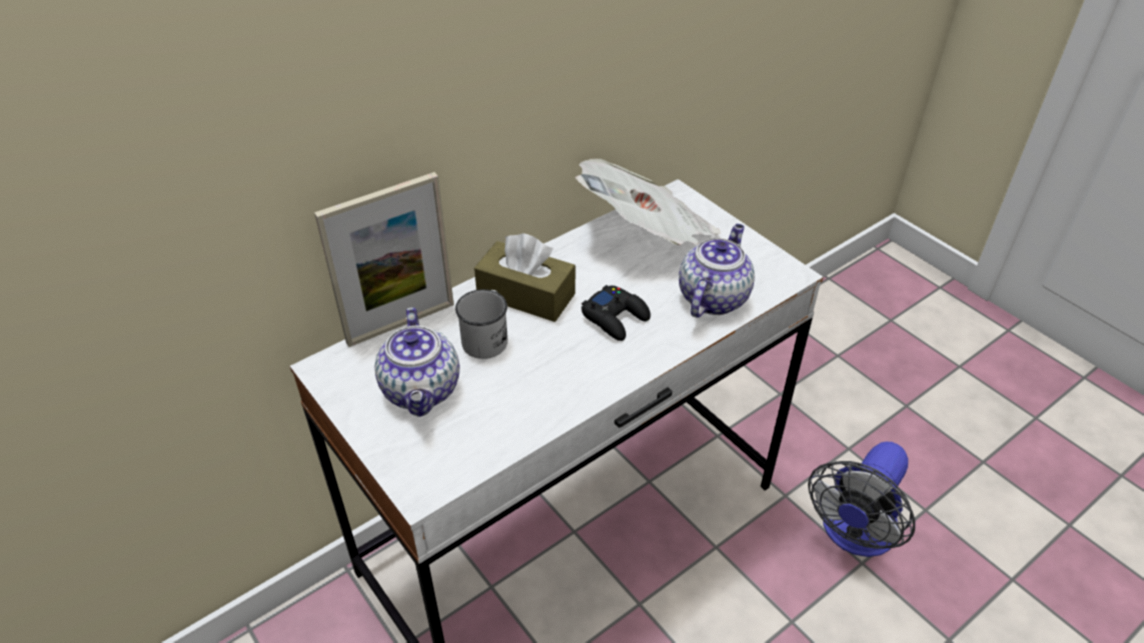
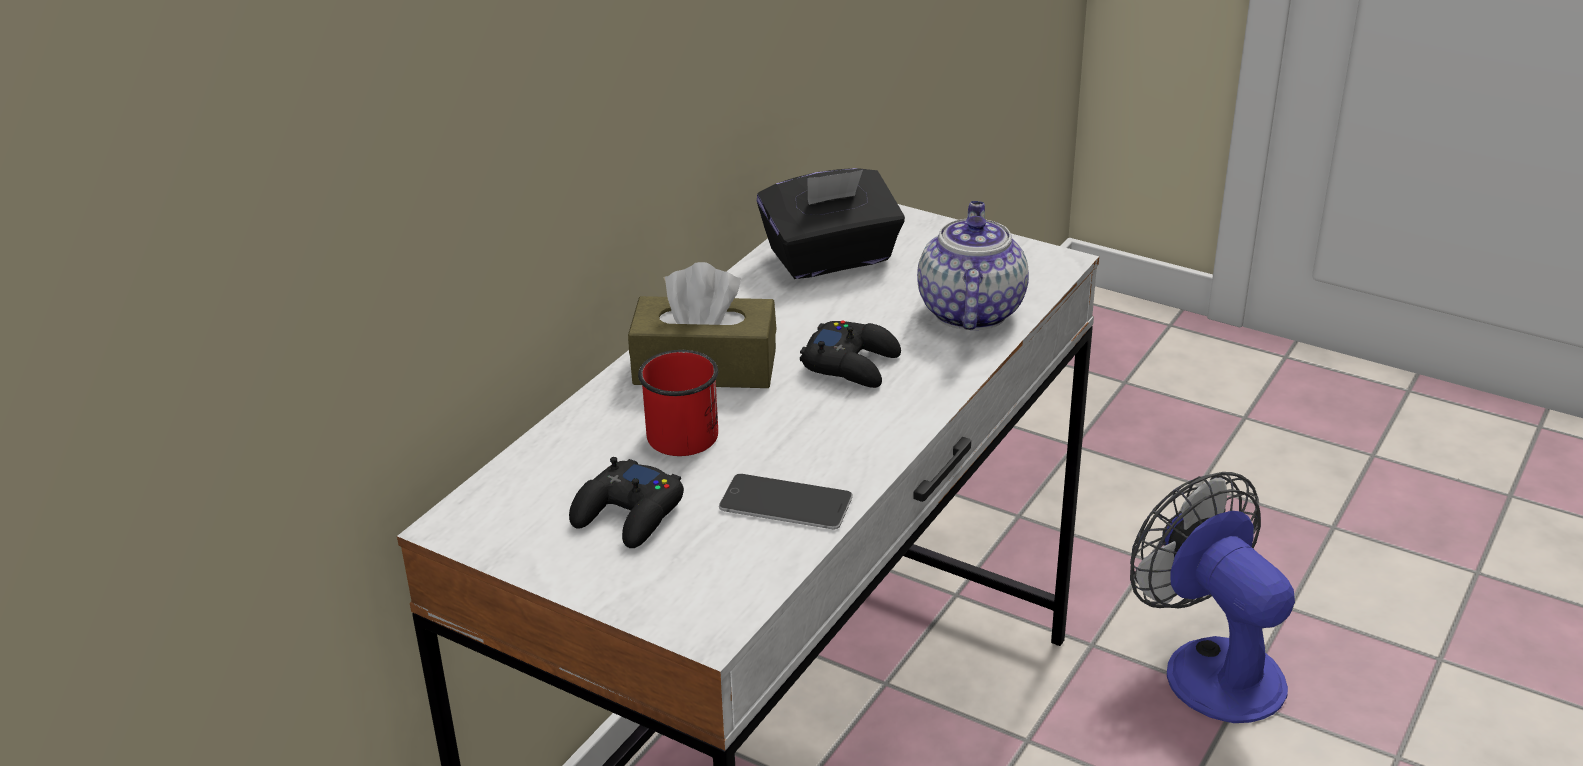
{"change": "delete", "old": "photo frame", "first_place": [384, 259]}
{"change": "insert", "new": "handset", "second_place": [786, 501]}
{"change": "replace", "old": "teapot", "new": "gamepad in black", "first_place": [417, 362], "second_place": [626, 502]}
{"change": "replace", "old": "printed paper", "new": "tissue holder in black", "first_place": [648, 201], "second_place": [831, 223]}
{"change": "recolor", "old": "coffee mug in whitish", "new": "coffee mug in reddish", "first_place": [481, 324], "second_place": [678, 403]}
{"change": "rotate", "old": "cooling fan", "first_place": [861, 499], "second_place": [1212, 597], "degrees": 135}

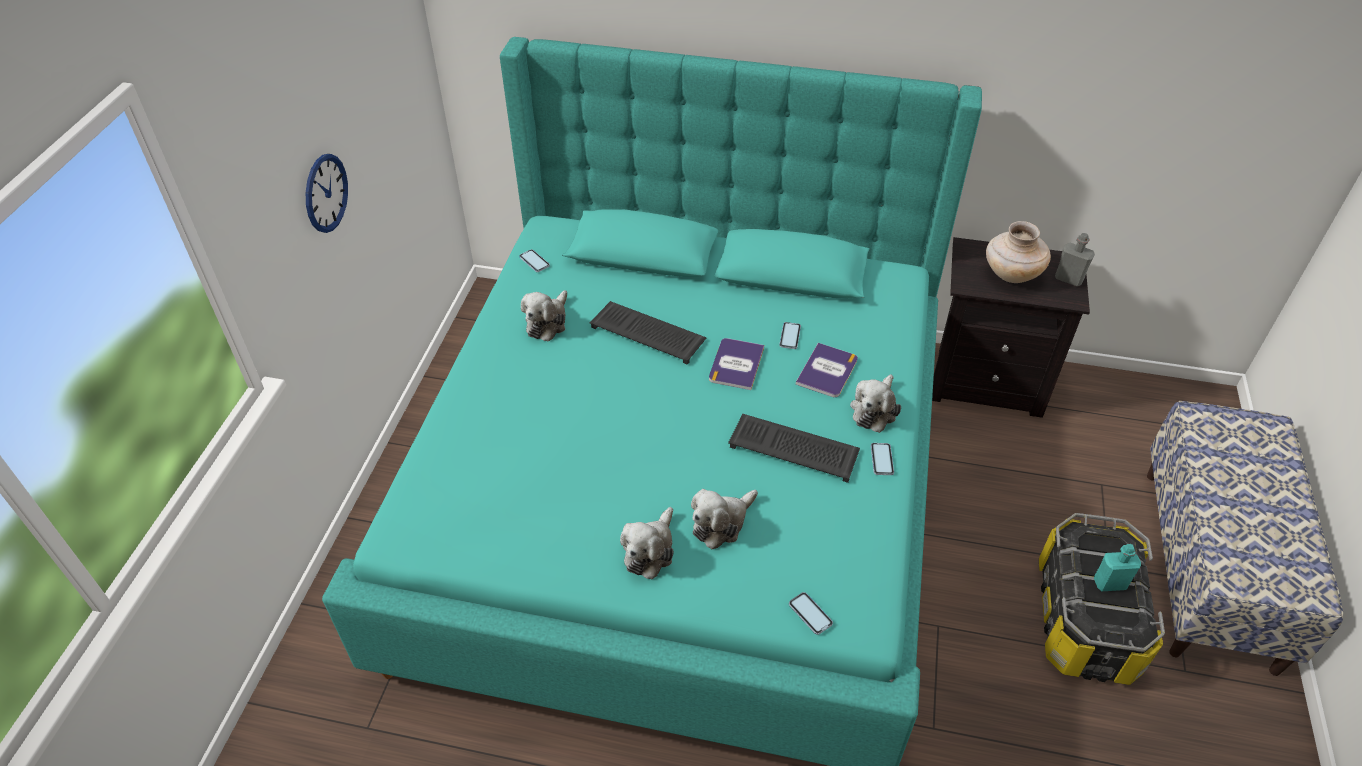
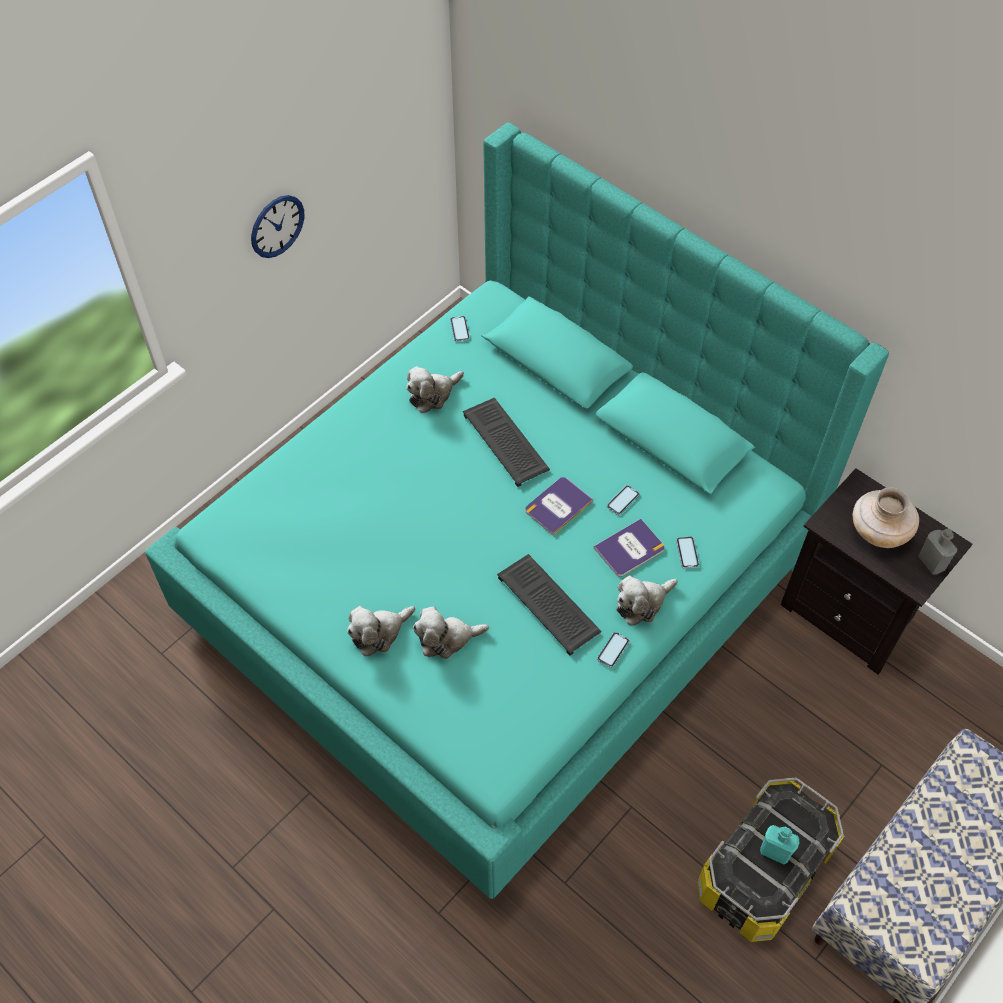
{"change": "move", "old": "handset", "first_place": [811, 613], "second_place": [687, 552]}

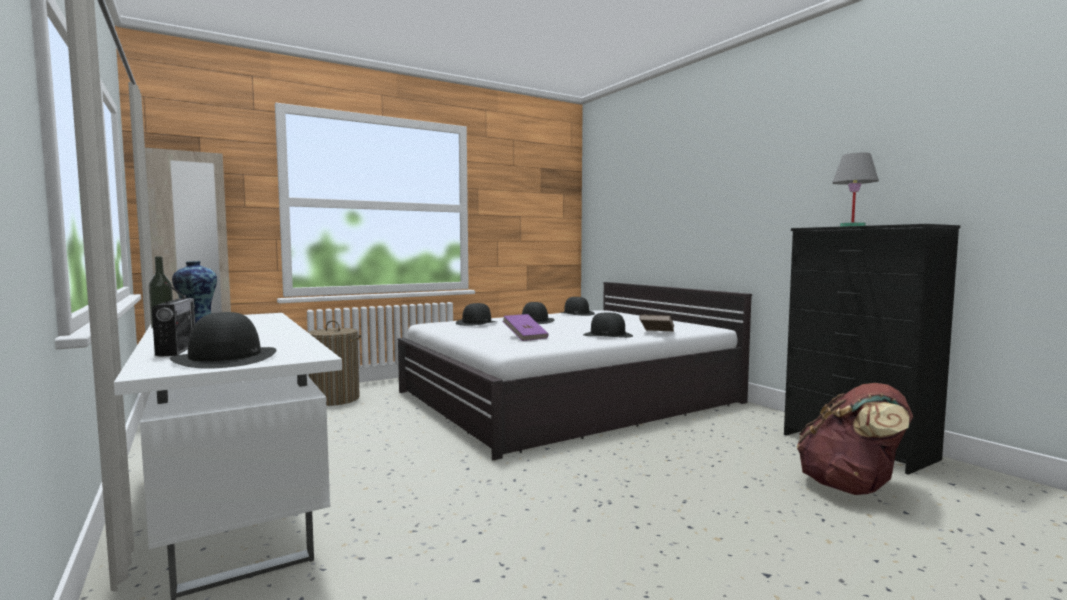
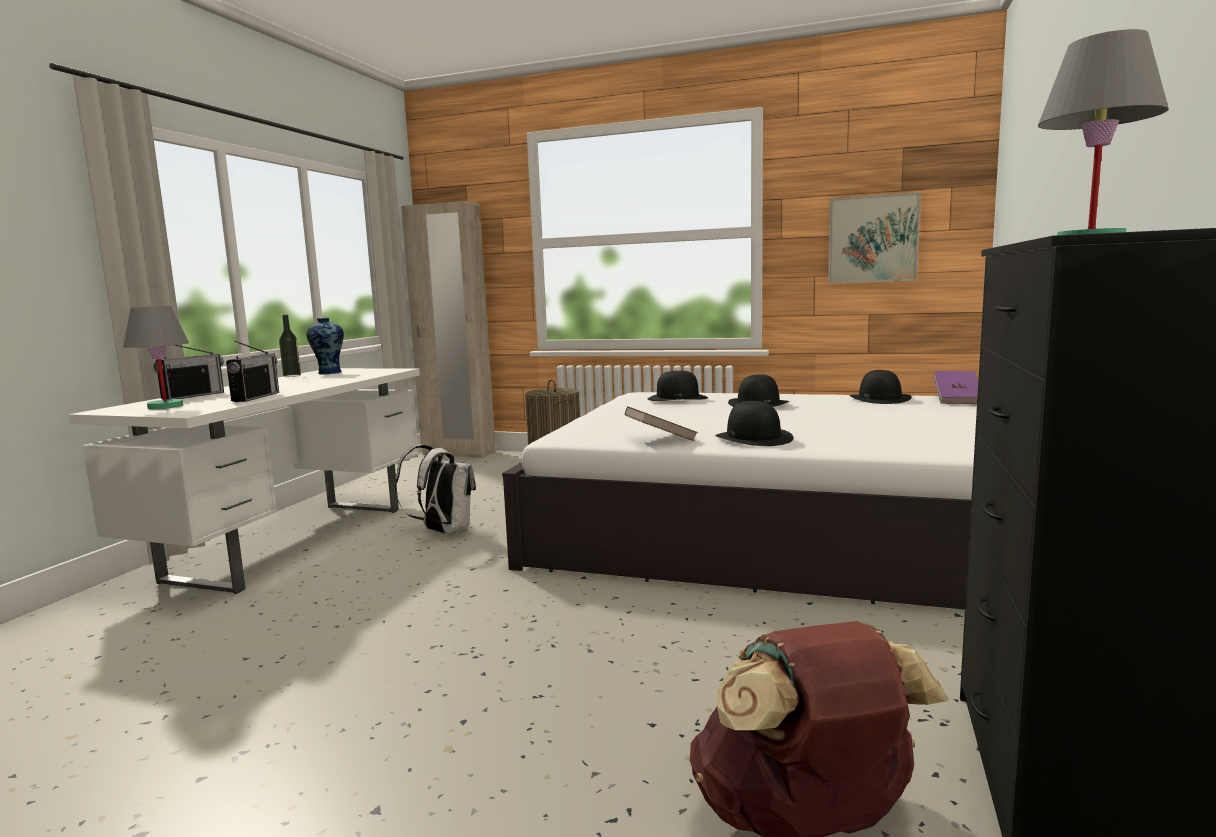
{"change": "insert", "new": "radio receiver", "second_place": [252, 371]}
{"change": "insert", "new": "rucksack in whitish", "second_place": [435, 489]}
{"change": "insert", "new": "picture", "second_place": [874, 237]}
{"change": "move", "old": "book in purple-coloured", "first_place": [525, 327], "second_place": [955, 387]}
{"change": "move", "old": "book in brownish", "first_place": [656, 323], "second_place": [661, 424]}
{"change": "replace", "old": "clothing hat in black", "new": "table lamp in gray", "first_place": [223, 340], "second_place": [156, 357]}

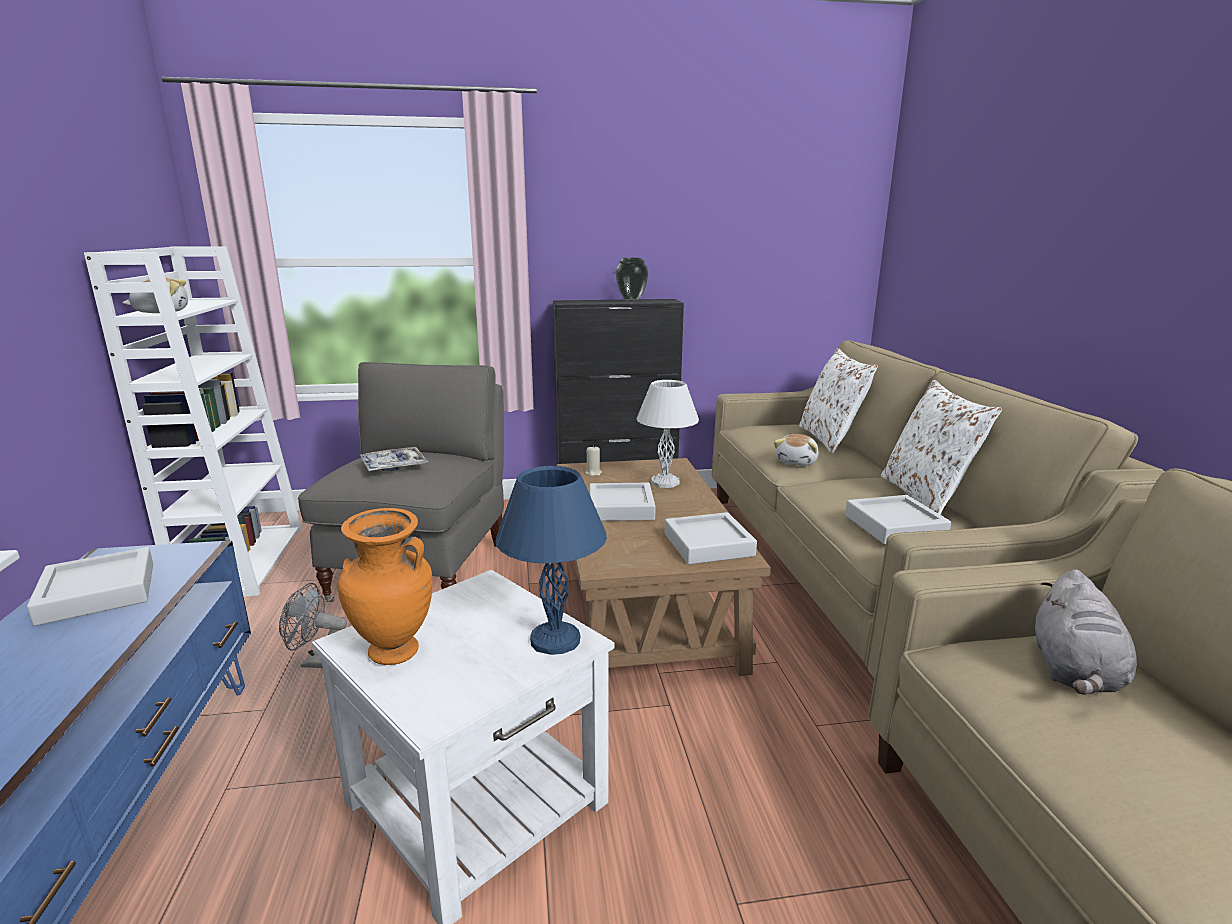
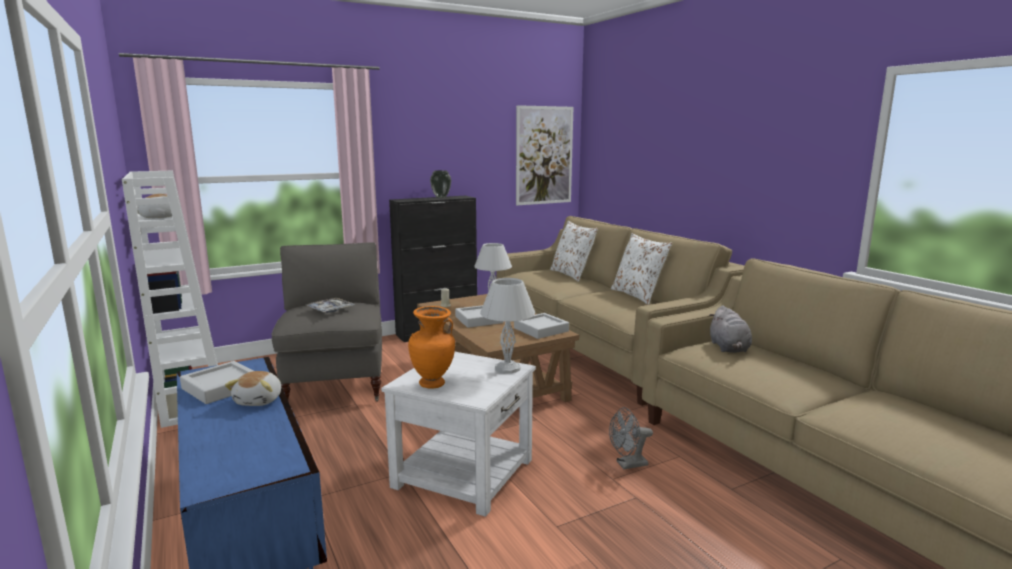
{"change": "delete", "old": "carrying tray in gray", "first_place": [898, 519]}
{"change": "insert", "new": "picture", "second_place": [544, 155]}
{"change": "move", "old": "cooling fan in gray", "first_place": [313, 625], "second_place": [631, 438]}
{"change": "move", "old": "plush toy", "first_place": [796, 450], "second_place": [253, 388]}
{"change": "recolor", "old": "table lamp in blue-coloured", "new": "table lamp in whitish", "first_place": [551, 560], "second_place": [507, 326]}

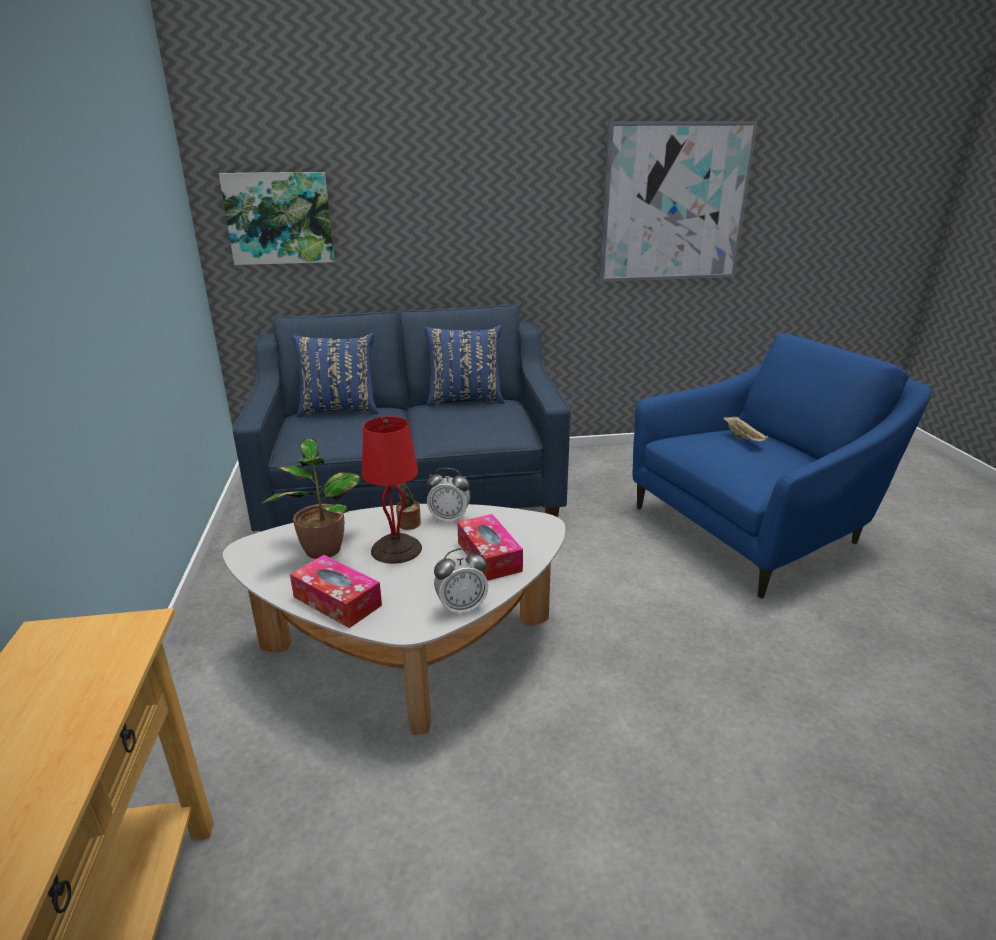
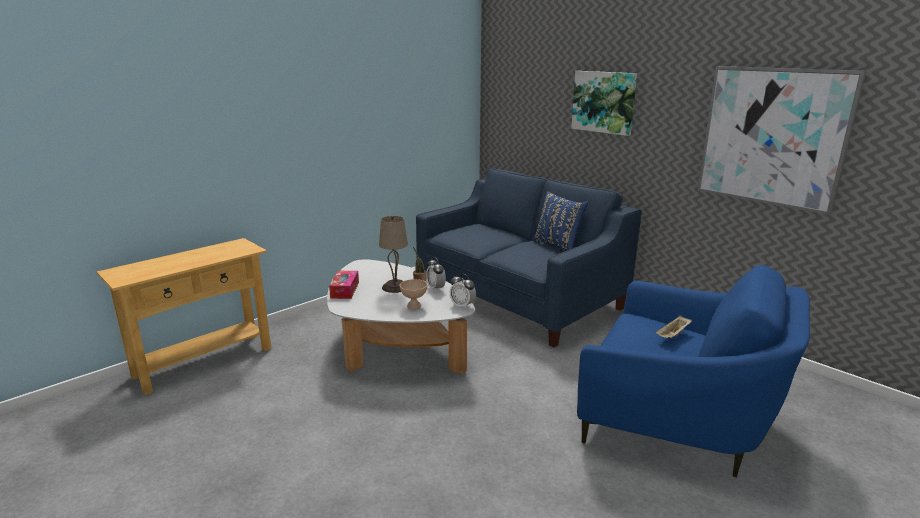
{"change": "delete", "old": "houseplant", "first_place": [312, 498]}
{"change": "delete", "old": "cushion in blue-coloured", "first_place": [335, 375]}
{"change": "move", "old": "picture", "first_place": [277, 218], "second_place": [604, 103]}
{"change": "move", "old": "alarm clock", "first_place": [461, 582], "second_place": [463, 291]}
{"change": "replace", "old": "tissue holder", "new": "deep dish in beige-coloured", "first_place": [490, 547], "second_place": [413, 294]}
{"change": "recolor", "old": "table lamp in reddish", "new": "table lamp in beige-coloured", "first_place": [392, 490], "second_place": [393, 254]}

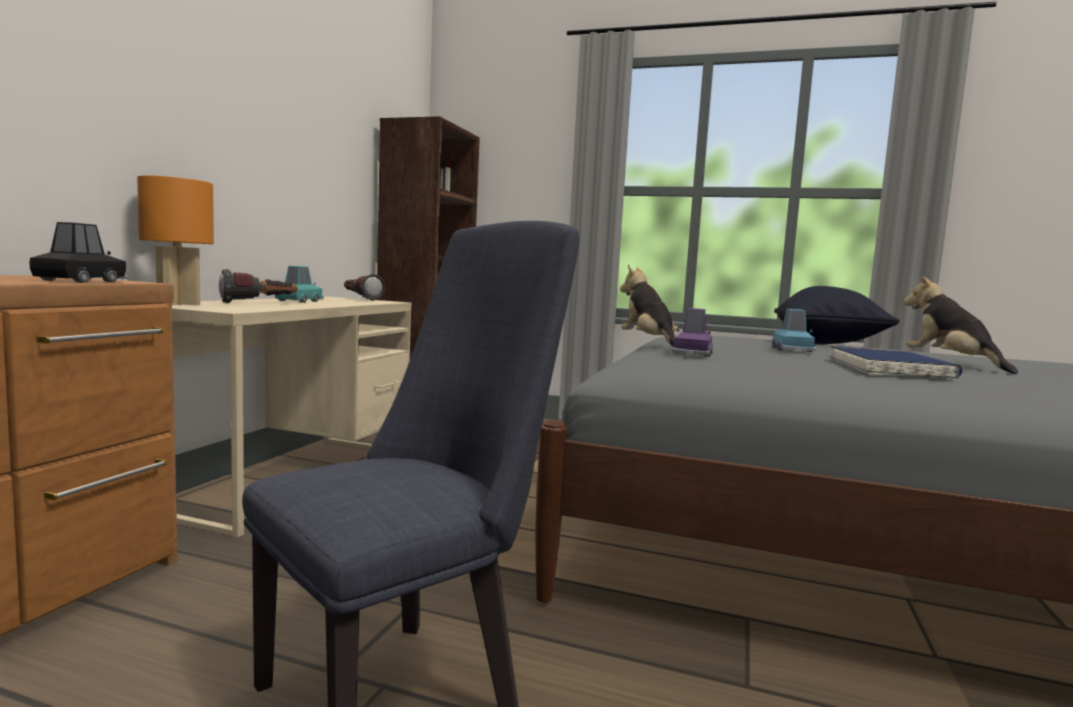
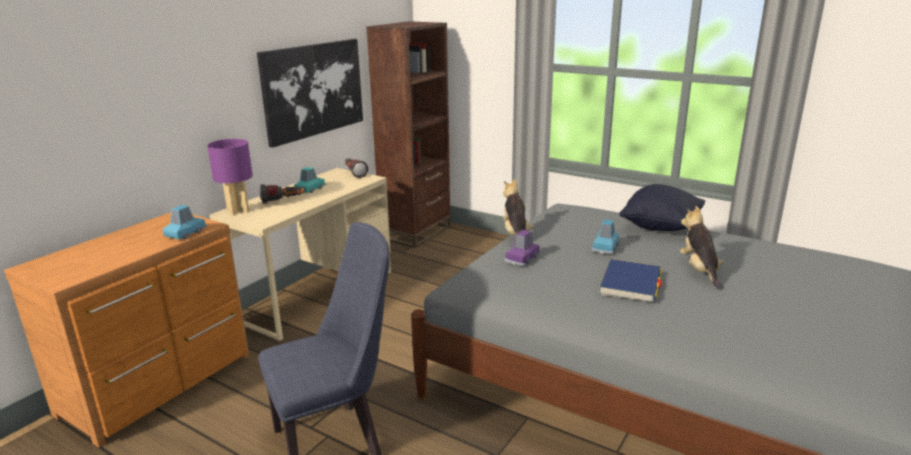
{"change": "insert", "new": "picture", "second_place": [310, 93]}
{"change": "recolor", "old": "miniature car in black", "new": "miniature car in blue-coloured", "first_place": [79, 252], "second_place": [185, 222]}
{"change": "recolor", "old": "table lamp in orange-coloured", "new": "table lamp in purple-coloured", "first_place": [175, 240], "second_place": [230, 177]}

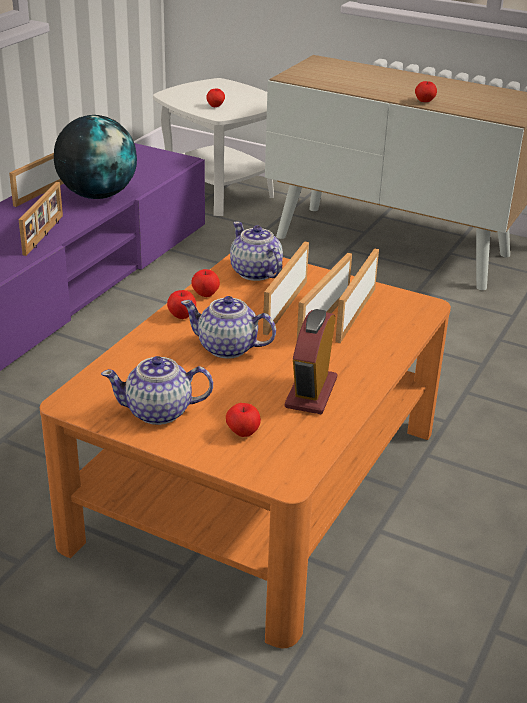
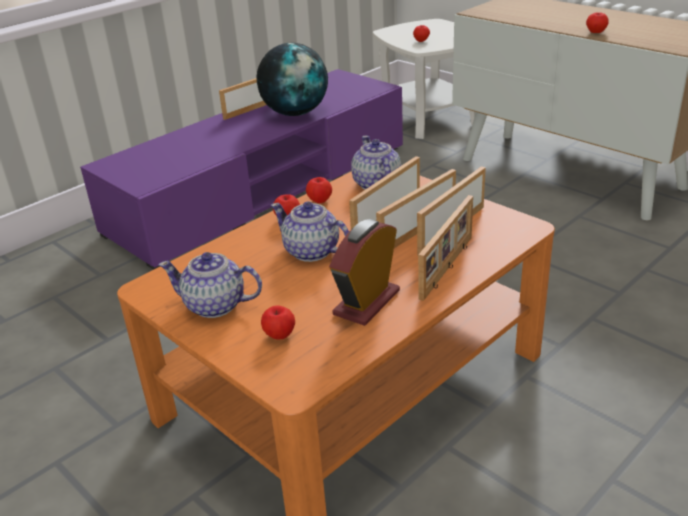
{"change": "move", "old": "photo frame", "first_place": [41, 219], "second_place": [445, 248]}

